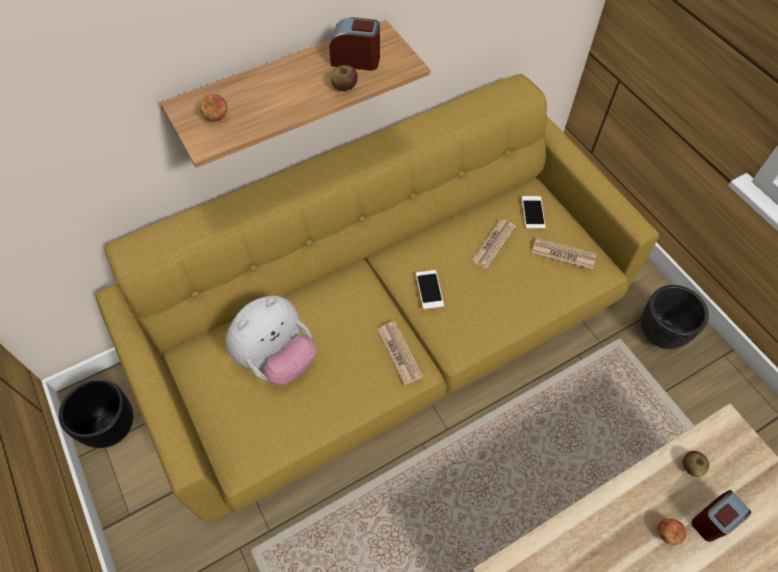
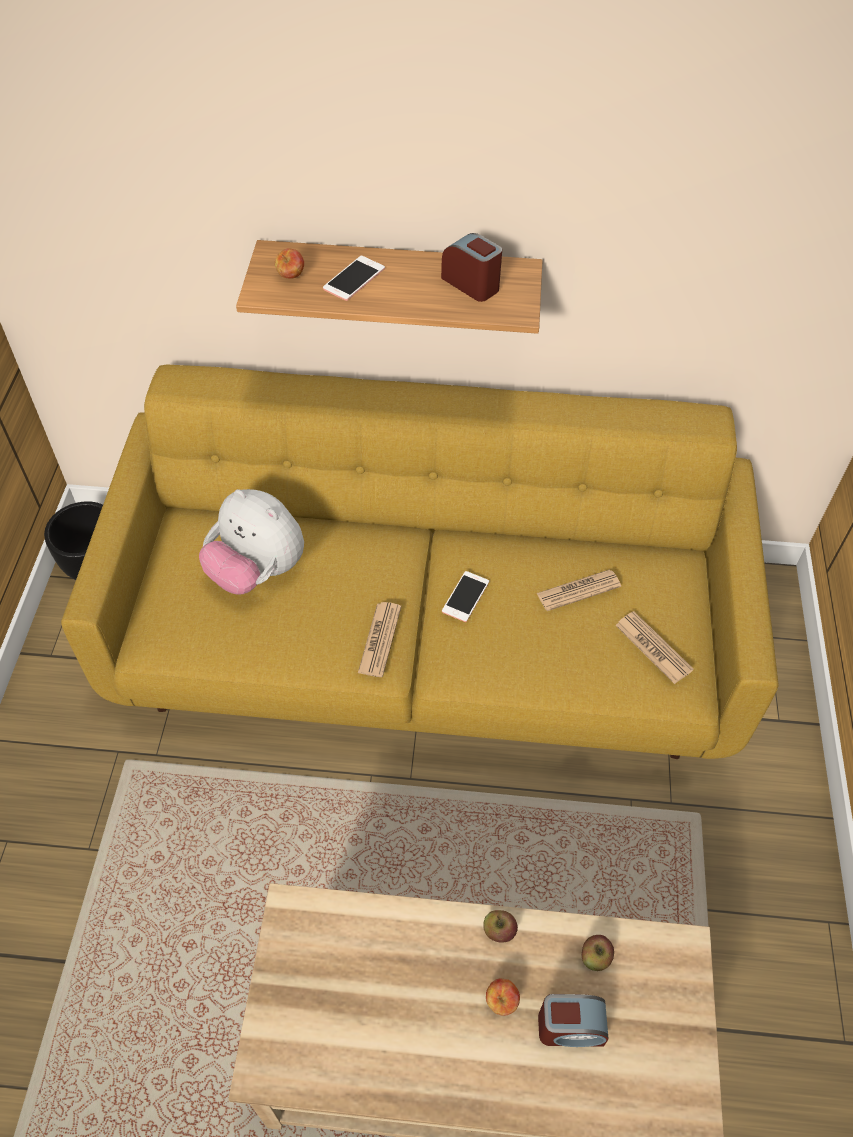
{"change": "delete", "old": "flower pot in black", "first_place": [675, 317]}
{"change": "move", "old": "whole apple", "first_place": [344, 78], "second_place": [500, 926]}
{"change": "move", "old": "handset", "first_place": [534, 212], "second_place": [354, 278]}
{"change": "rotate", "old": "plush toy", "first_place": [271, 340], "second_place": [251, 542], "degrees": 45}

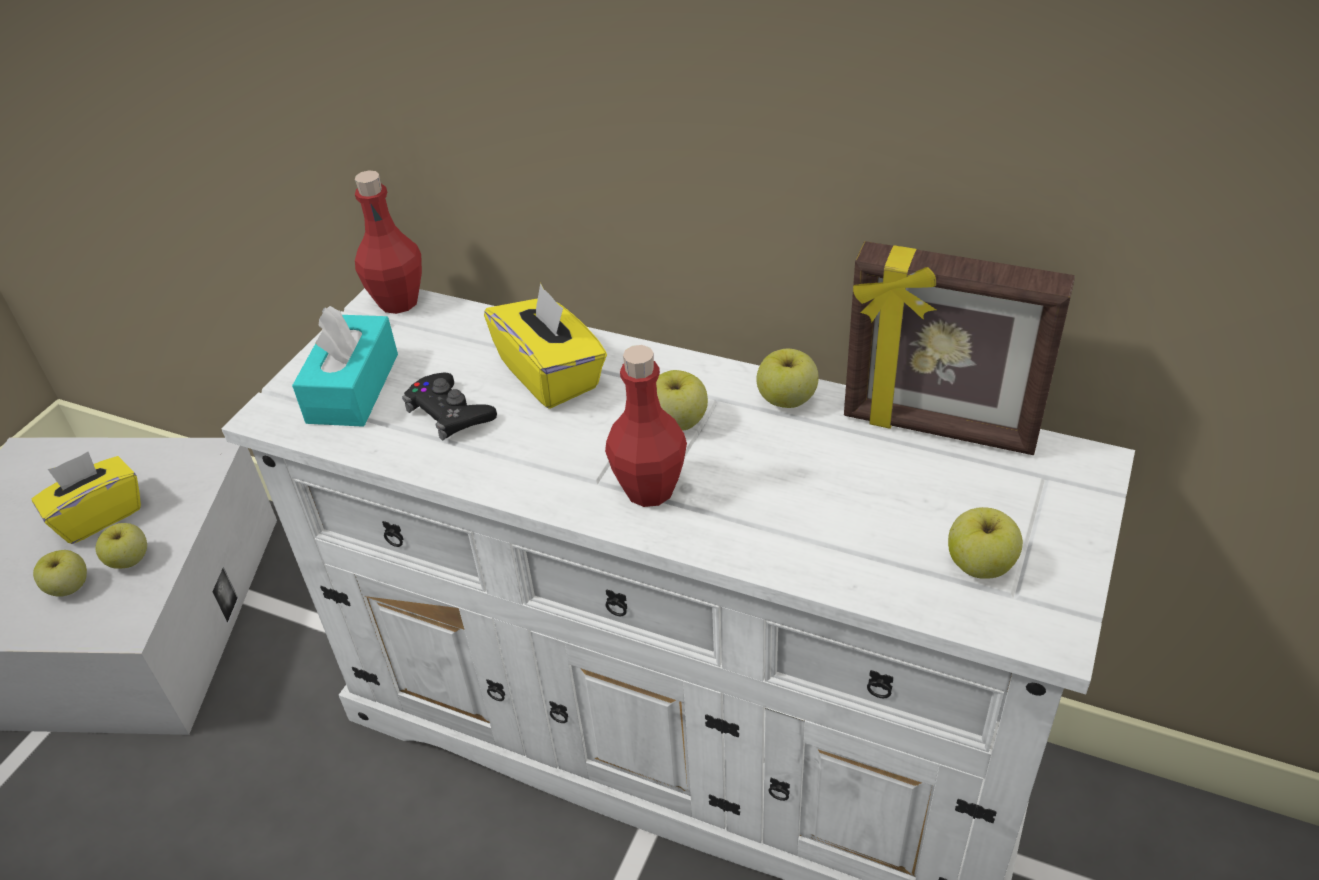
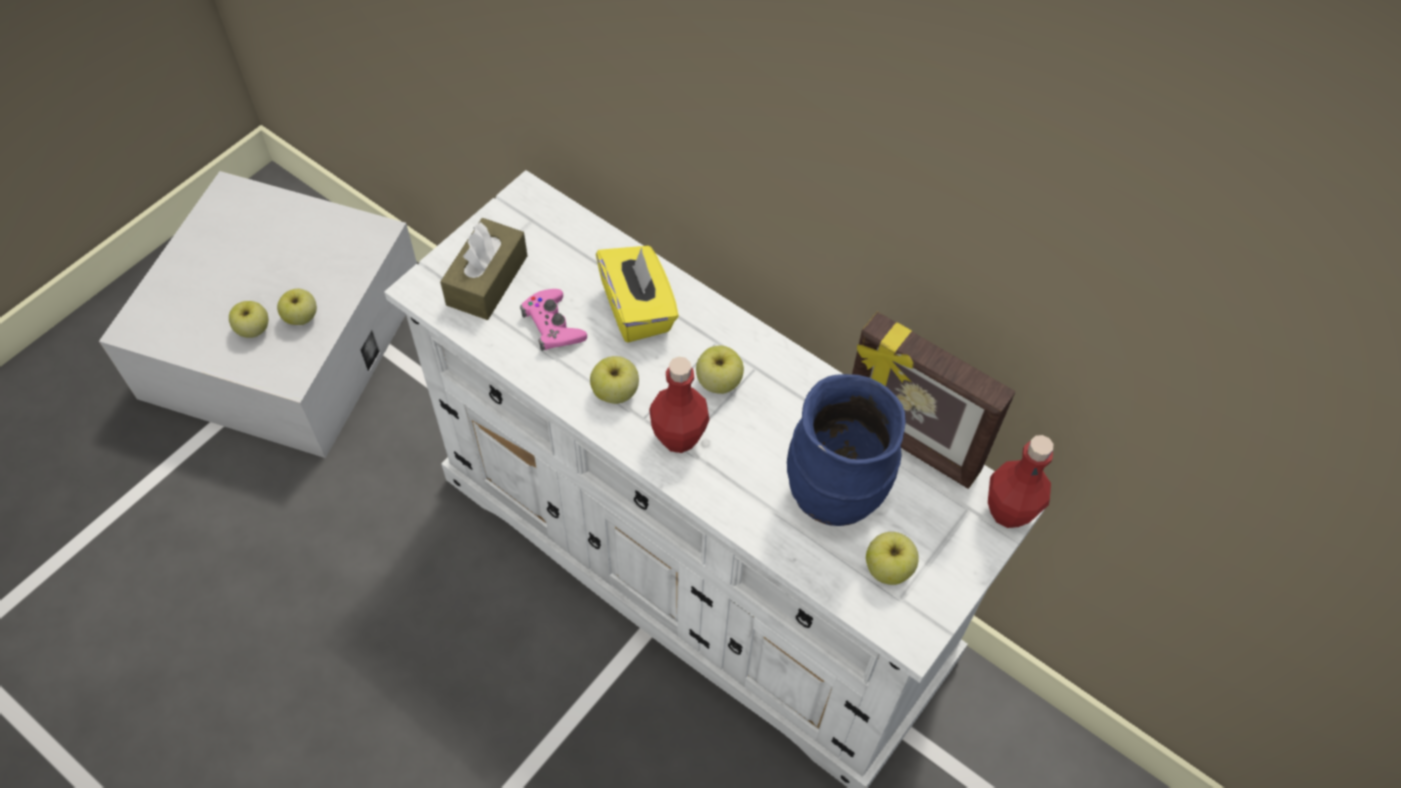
{"change": "delete", "old": "tissue holder in yellowish", "first_place": [86, 498]}
{"change": "insert", "new": "flower vase in blue-coloured", "second_place": [846, 450]}
{"change": "move", "old": "bottle in reddish", "first_place": [388, 242], "second_place": [1020, 481]}
{"change": "move", "old": "whole apple", "first_place": [787, 378], "second_place": [614, 380]}
{"change": "recolor", "old": "tissue holder in turquoise-coloured", "new": "tissue holder in brownish", "first_place": [345, 366], "second_place": [483, 269]}
{"change": "recolor", "old": "gamepad in black", "new": "gamepad in pinkish", "first_place": [449, 406], "second_place": [553, 320]}

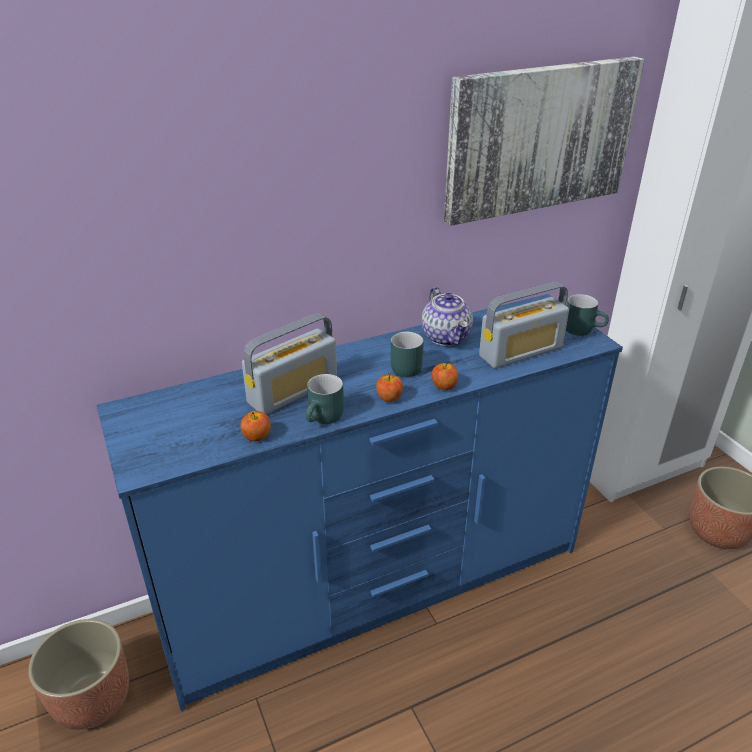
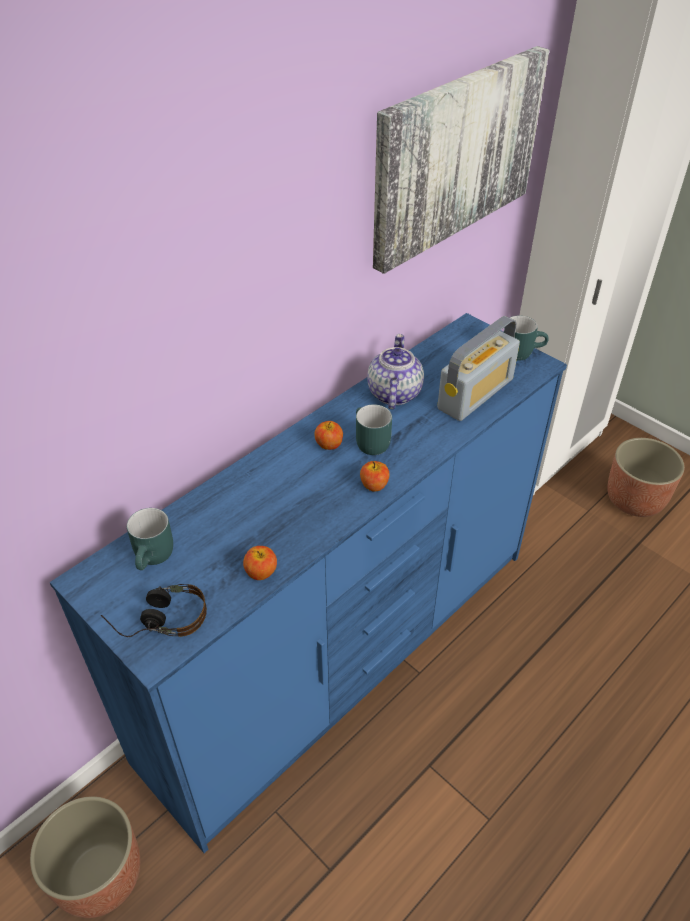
{"change": "delete", "old": "radio receiver", "first_place": [289, 364]}
{"change": "insert", "new": "headphones", "second_place": [154, 610]}
{"change": "move", "old": "coffee mug in turquoise-coloured", "first_place": [325, 399], "second_place": [150, 539]}
{"change": "move", "old": "whole apple", "first_place": [445, 376], "second_place": [328, 435]}
{"change": "rotate", "old": "teapot", "first_place": [447, 316], "second_place": [395, 371], "degrees": -135}

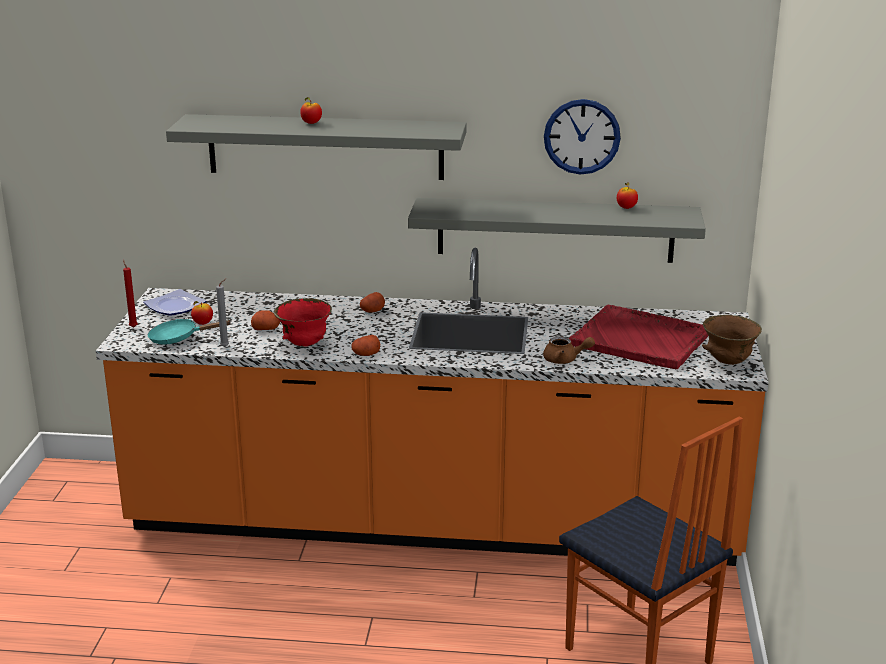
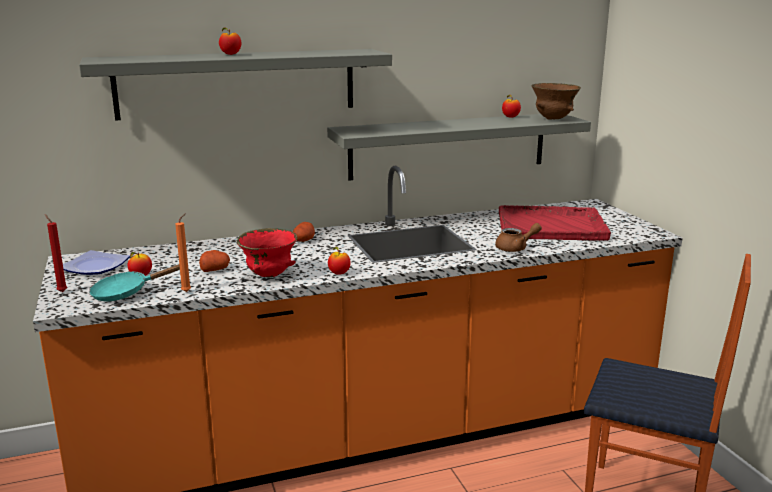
{"change": "delete", "old": "wall clock", "first_place": [582, 137]}
{"change": "move", "old": "deep dish in brownish", "first_place": [732, 340], "second_place": [556, 101]}
{"change": "replace", "old": "spud", "new": "whole apple", "first_place": [365, 345], "second_place": [339, 261]}
{"change": "recolor", "old": "wax candle in gray", "new": "wax candle in orange-coloured", "first_place": [222, 312], "second_place": [183, 252]}

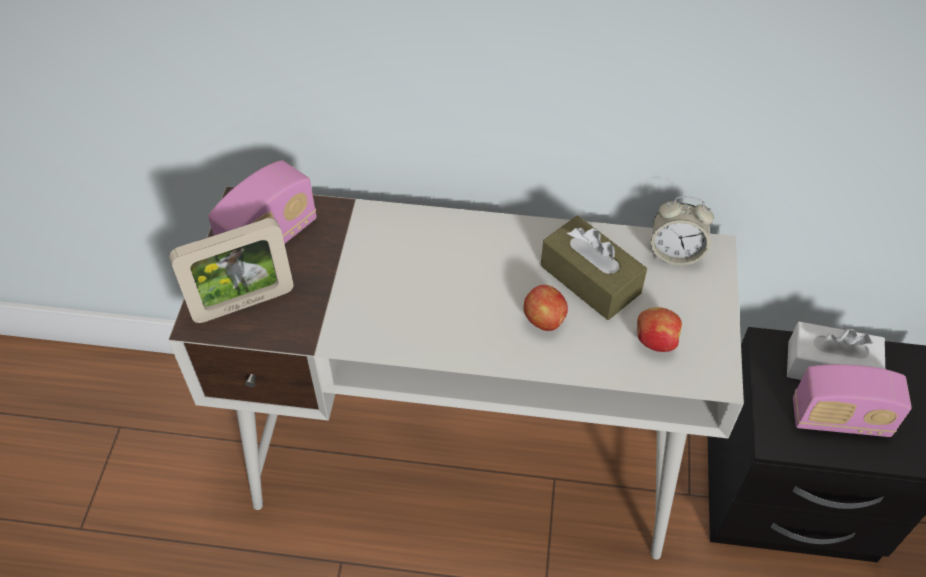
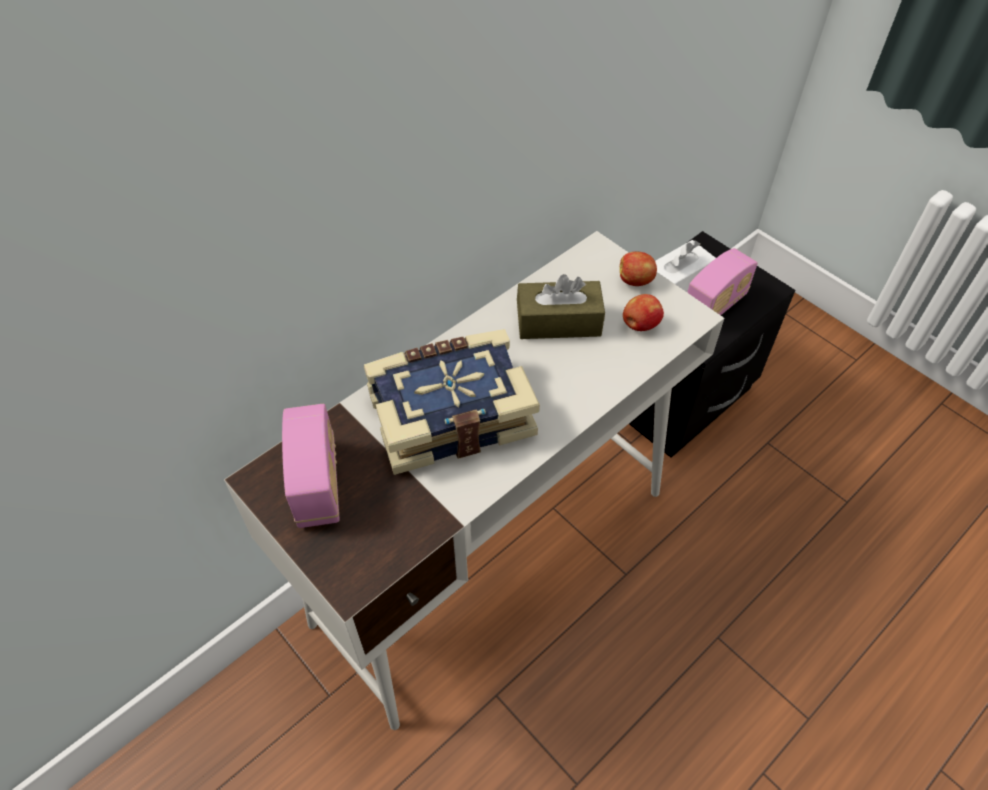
{"change": "delete", "old": "photo frame", "first_place": [231, 270]}
{"change": "delete", "old": "alarm clock", "first_place": [682, 230]}
{"change": "insert", "new": "book", "second_place": [452, 402]}
{"change": "move", "old": "whole apple", "first_place": [545, 308], "second_place": [638, 269]}

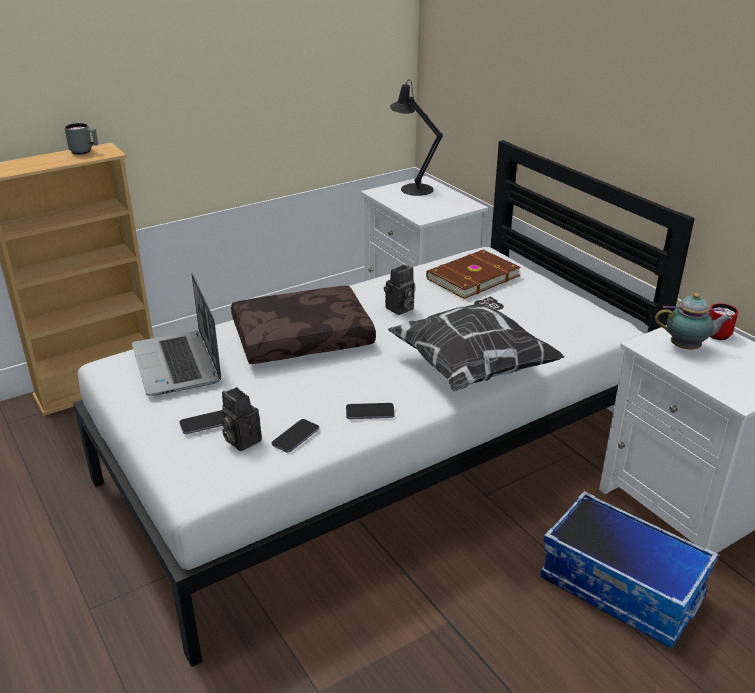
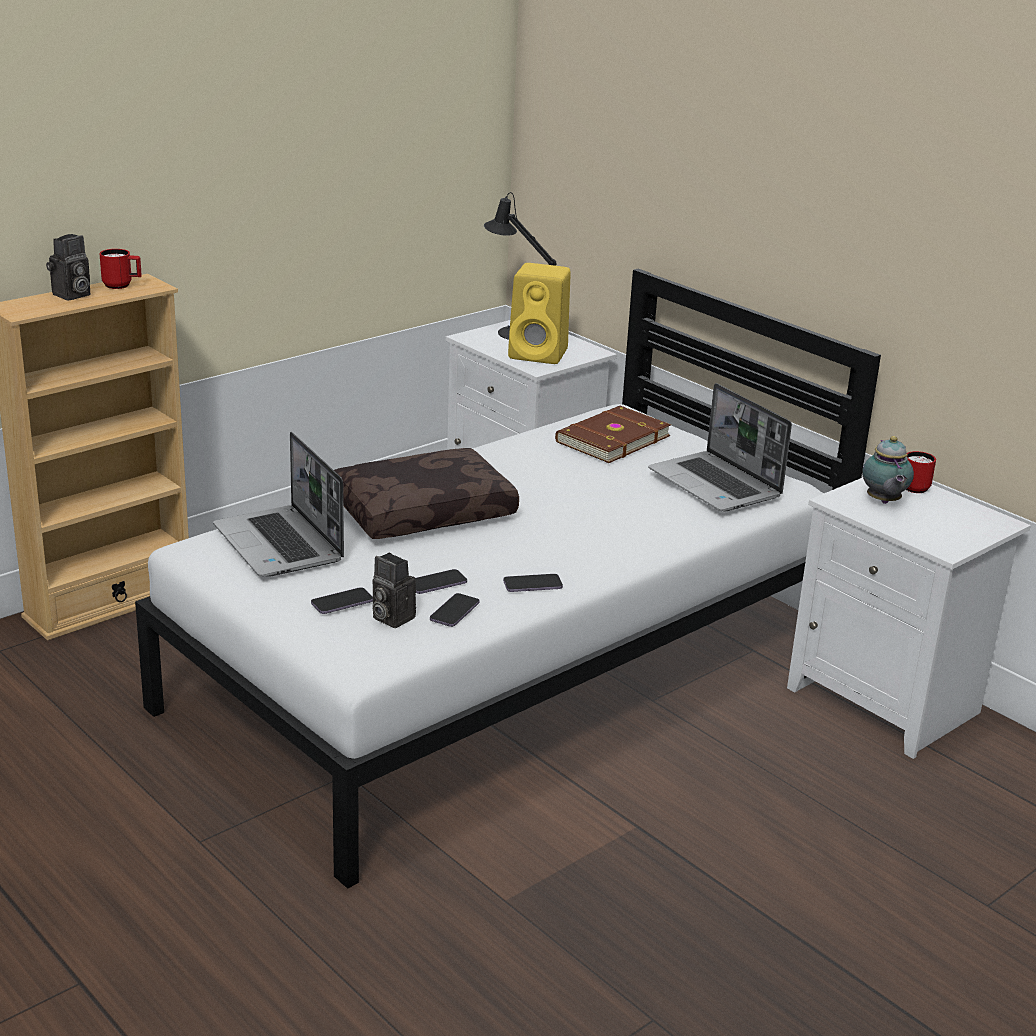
{"change": "delete", "old": "cushion", "first_place": [476, 344]}
{"change": "delete", "old": "storage container", "first_place": [629, 569]}
{"change": "insert", "new": "handset", "second_place": [441, 581]}
{"change": "insert", "new": "speaker in yellowish", "second_place": [539, 313]}
{"change": "insert", "new": "portable computer", "second_place": [720, 447]}
{"change": "move", "old": "still camera", "first_place": [399, 290], "second_place": [68, 267]}
{"change": "recolor", "old": "coffee mug in gray", "new": "coffee mug in reddish", "first_place": [81, 139], "second_place": [120, 269]}
{"change": "rotate", "old": "teapot", "first_place": [693, 321], "second_place": [888, 470], "degrees": 90}

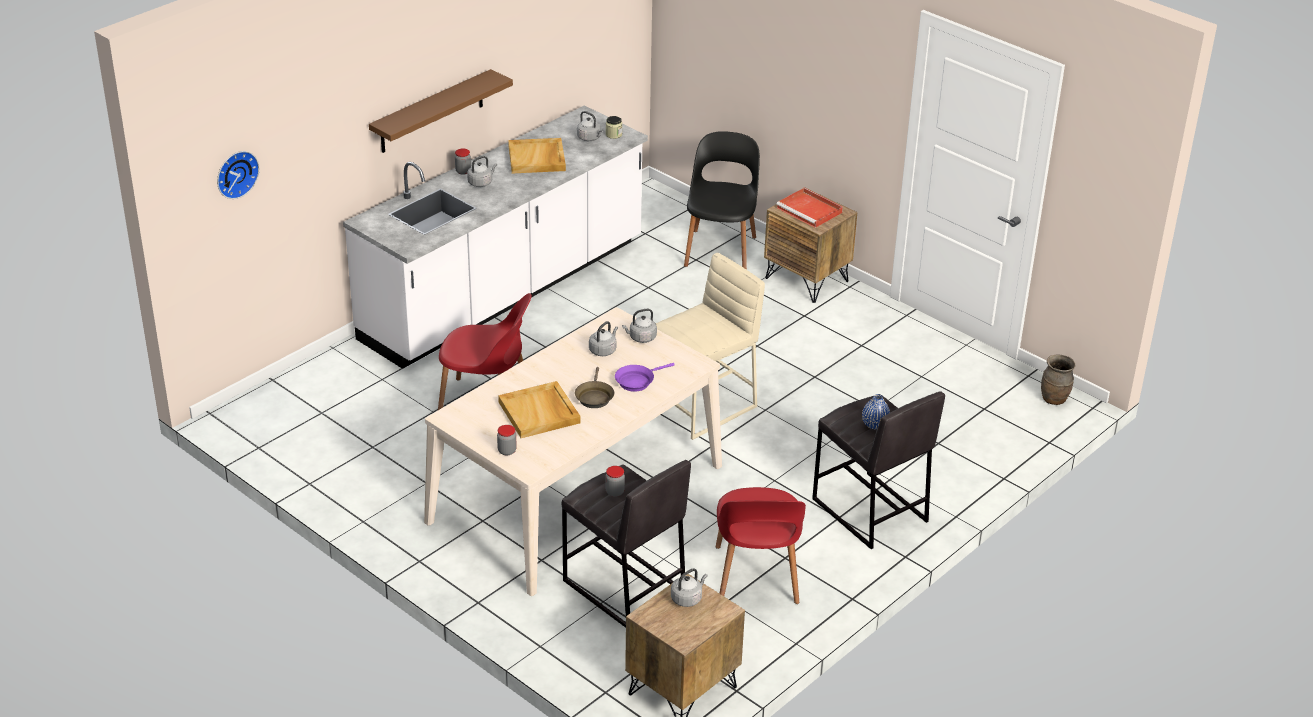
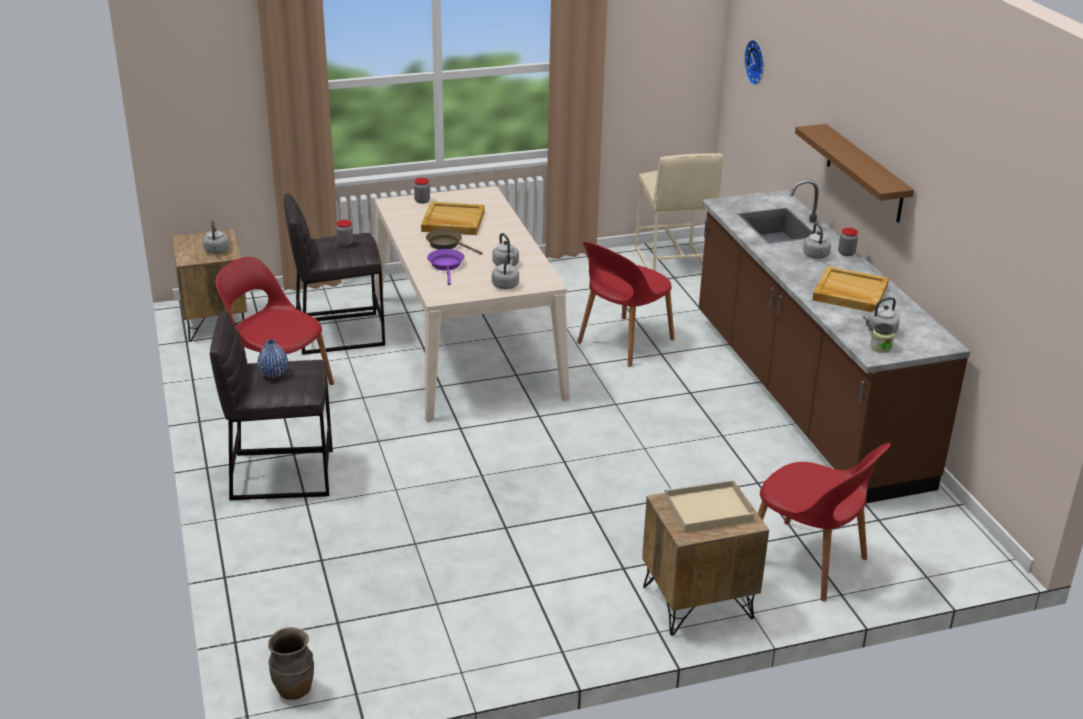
{"change": "move", "old": "sitting stool in beige-coloured", "first_place": [710, 346], "second_place": [679, 212]}
{"change": "recolor", "old": "kitchen counter in whitish", "new": "kitchen counter in brownish", "first_place": [495, 237], "second_place": [834, 341]}
{"change": "recolor", "old": "chair in black", "new": "chair in reddish", "first_place": [722, 200], "second_place": [824, 522]}
{"change": "recolor", "old": "carrying tray in reddish", "new": "carrying tray in beige-coloured", "first_place": [809, 208], "second_place": [709, 506]}

